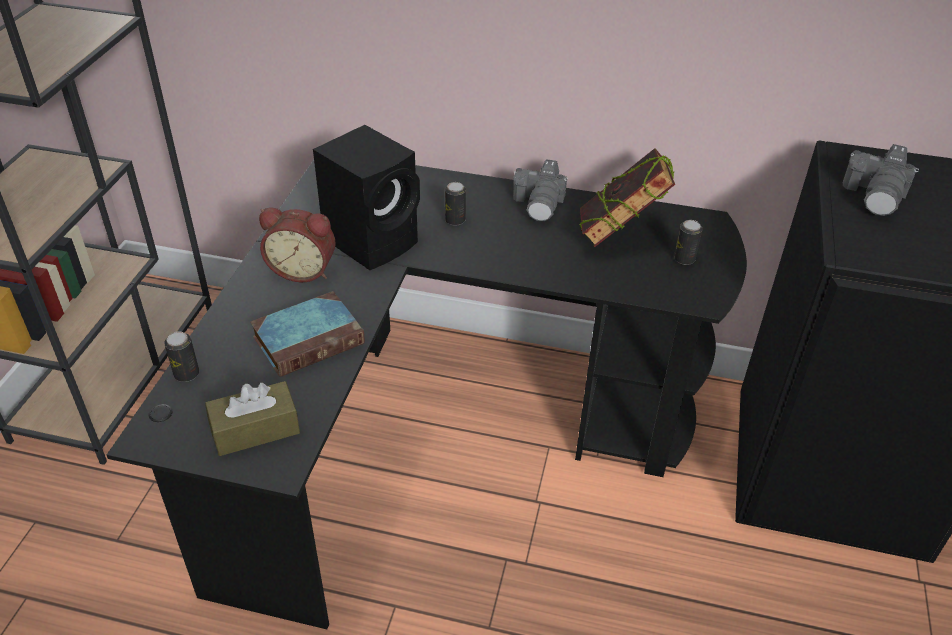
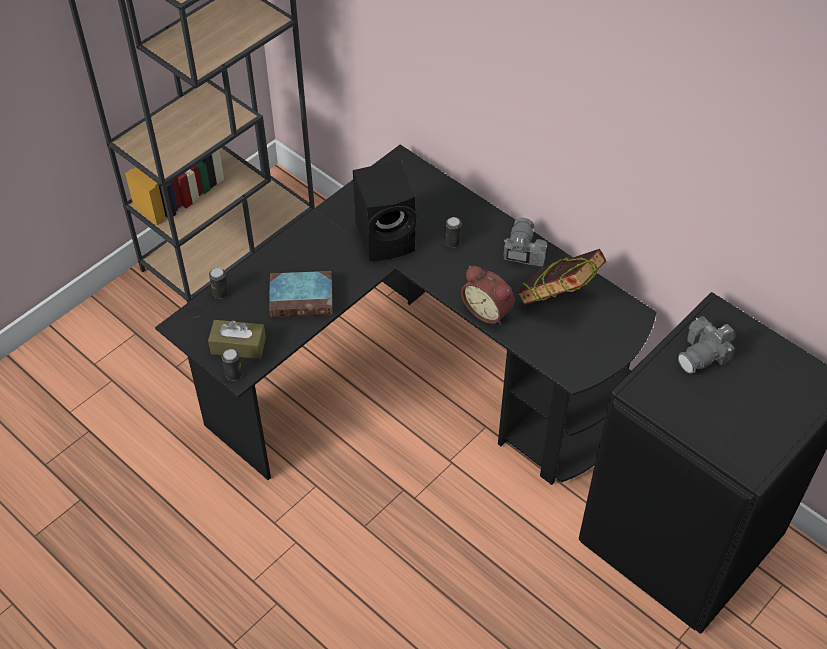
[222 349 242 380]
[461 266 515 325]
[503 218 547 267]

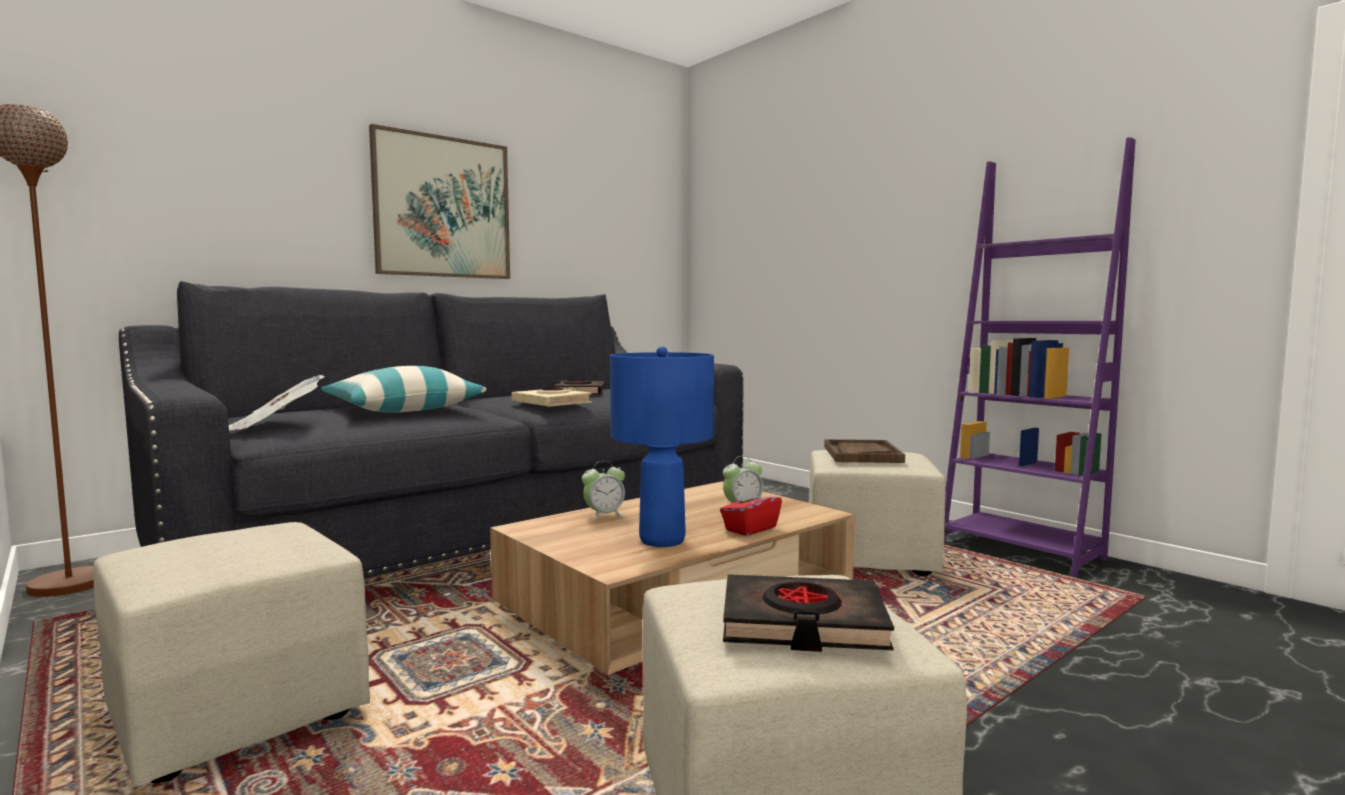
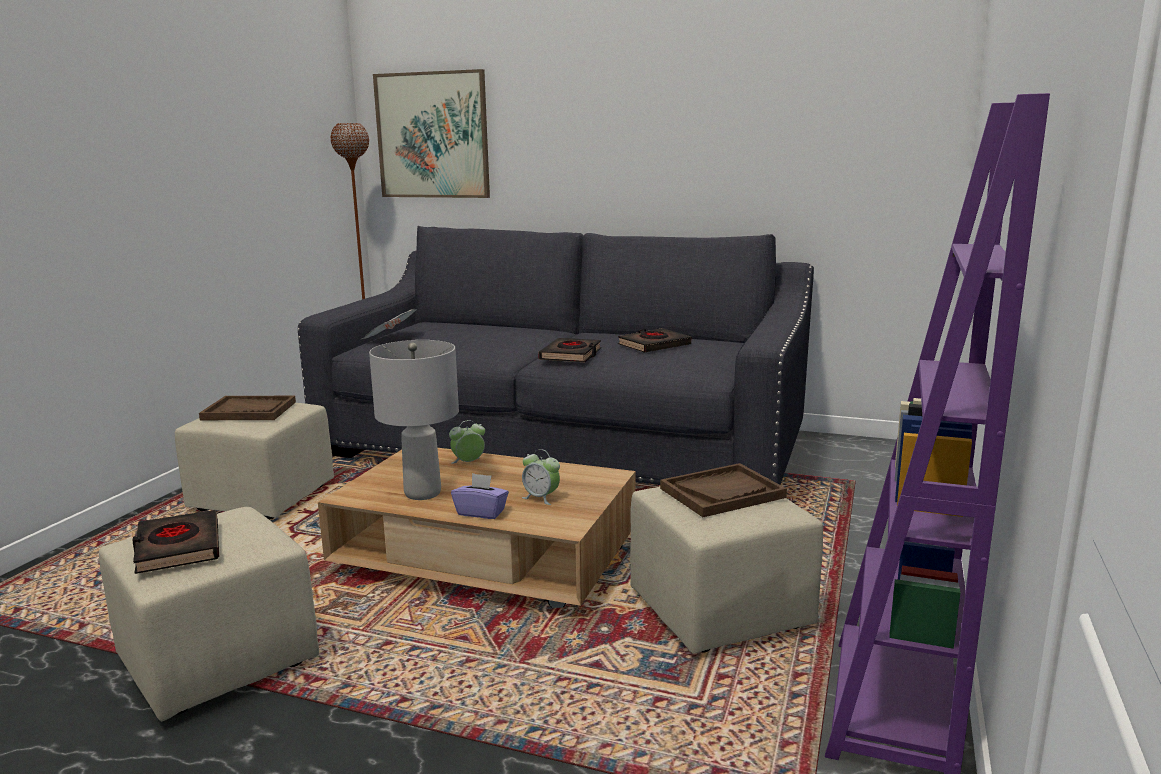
[199 396 296 420]
[369 340 459 500]
[373 69 490 198]
[449 420 485 464]
[451 473 509 519]
[538 338 602 362]
[321 366 487 413] (first image)

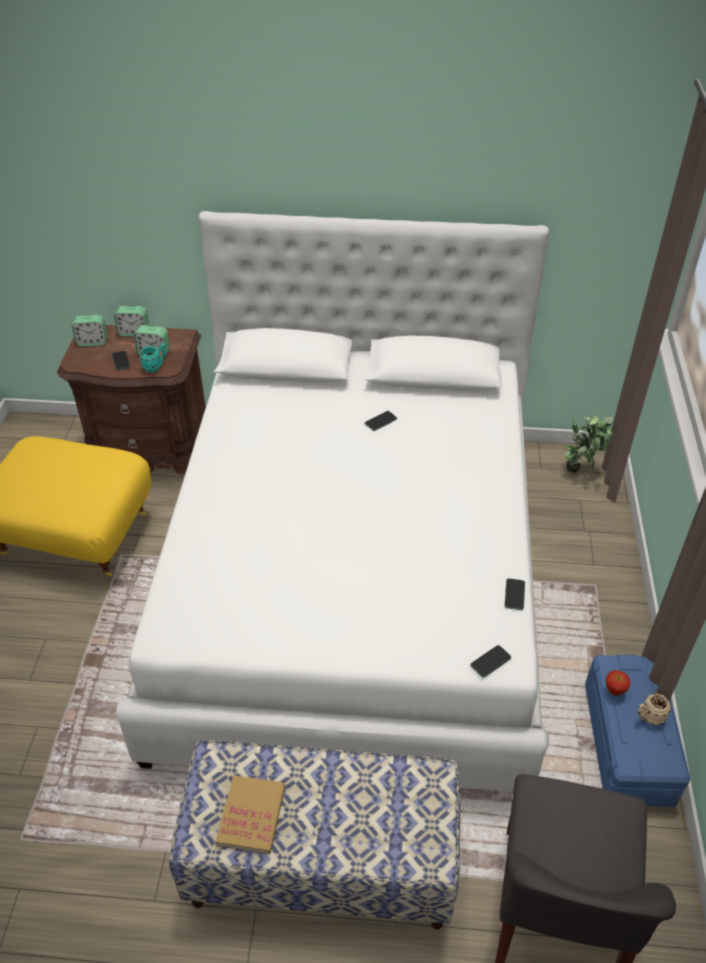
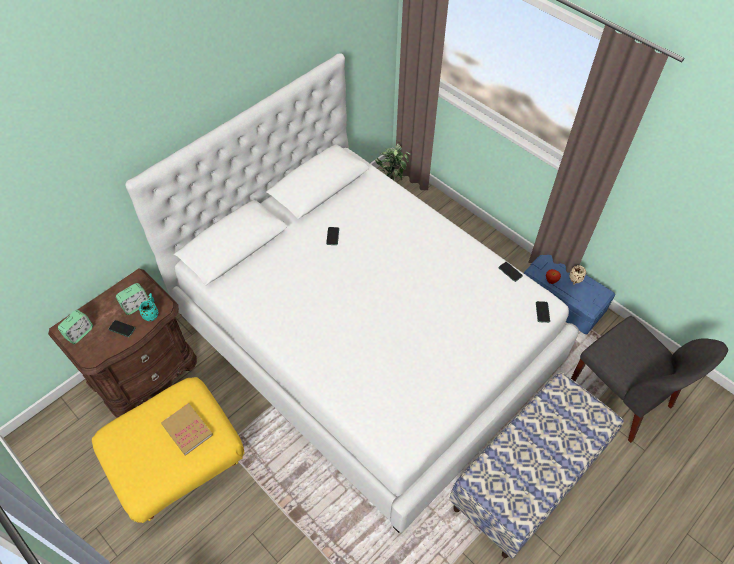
[161 404 213 456]
[114 306 149 337] (first image)

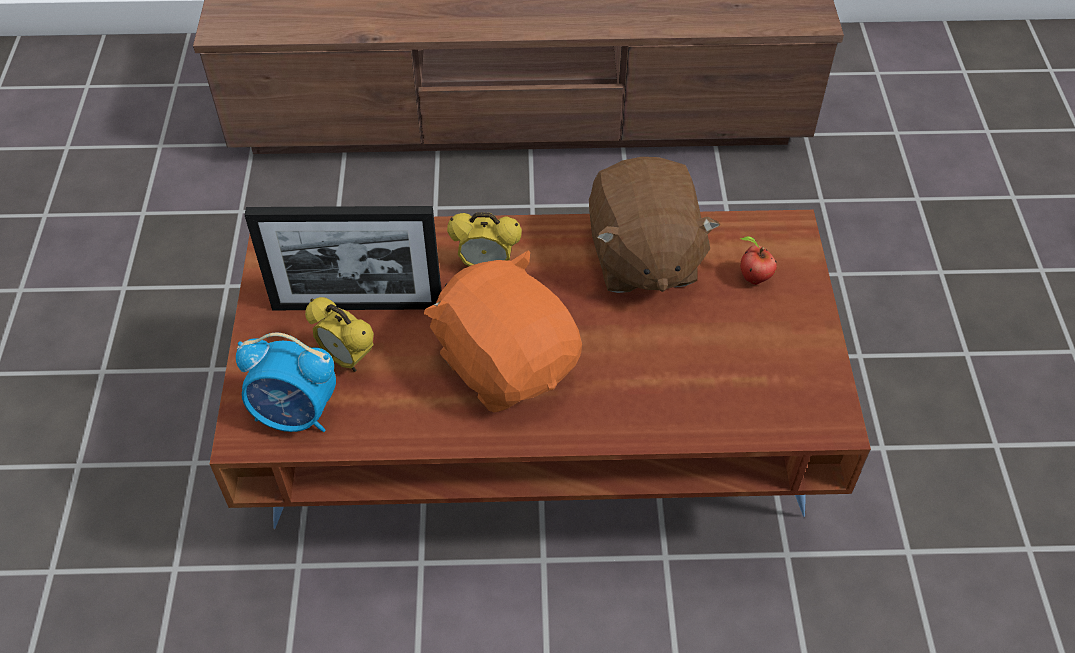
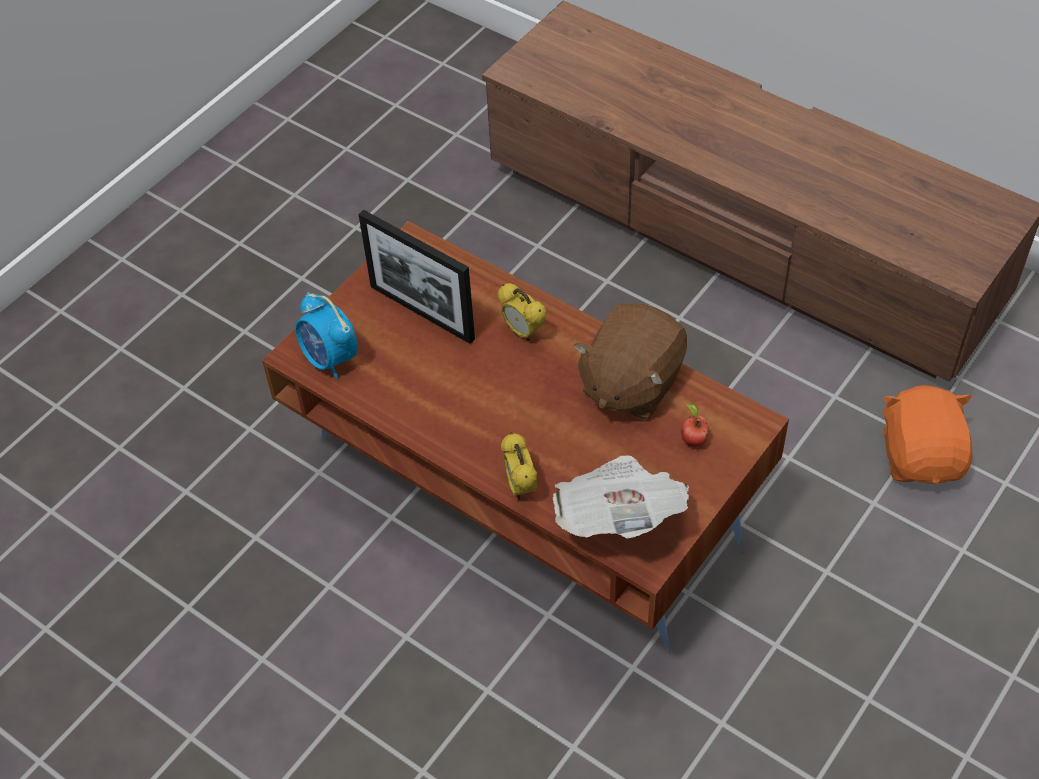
[501 432 537 500]
[553 455 689 539]
[883 385 973 484]

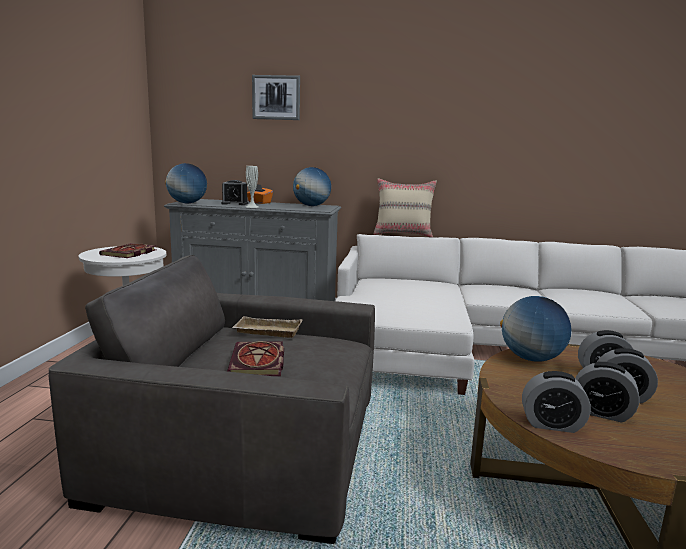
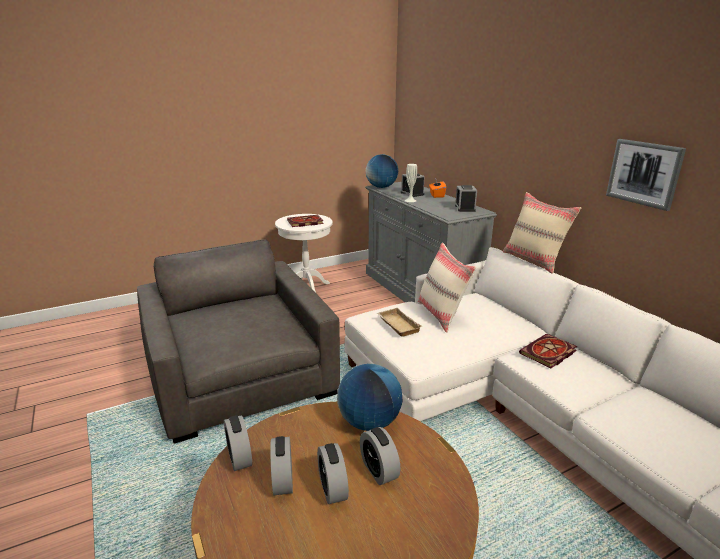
[377 308 422 337]
[418 242 476 333]
[455 185 477 212]
[519 333 577 368]
[606 139 686 211]

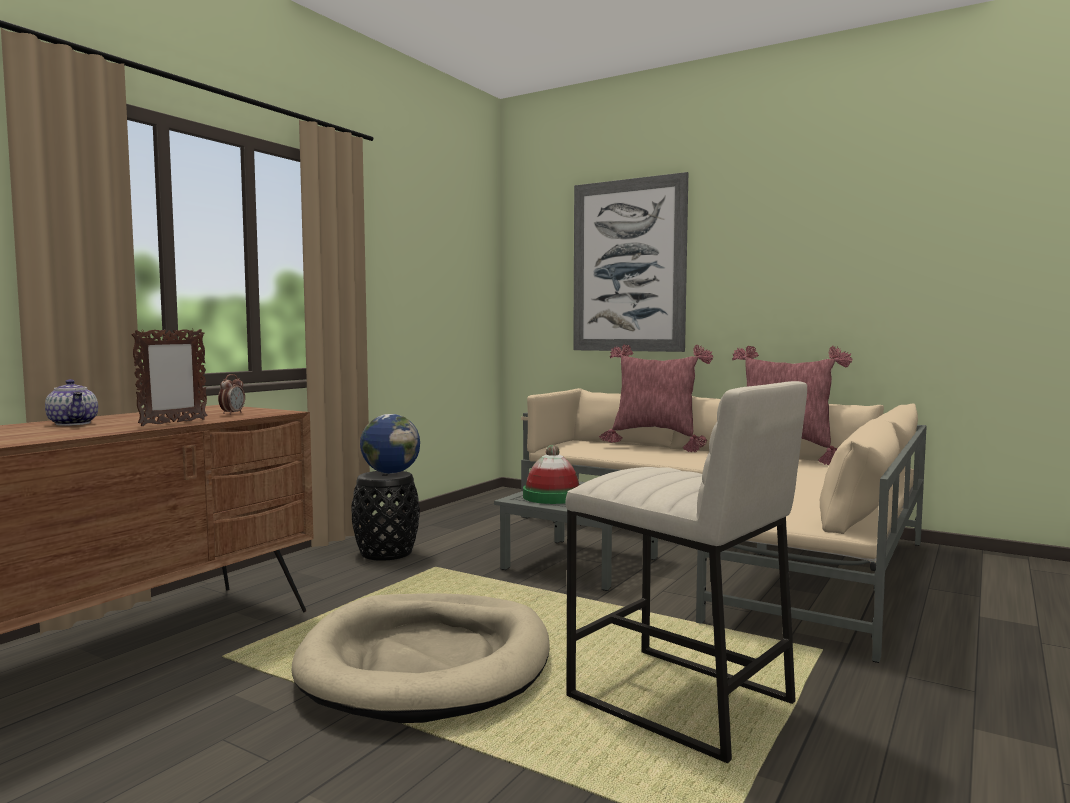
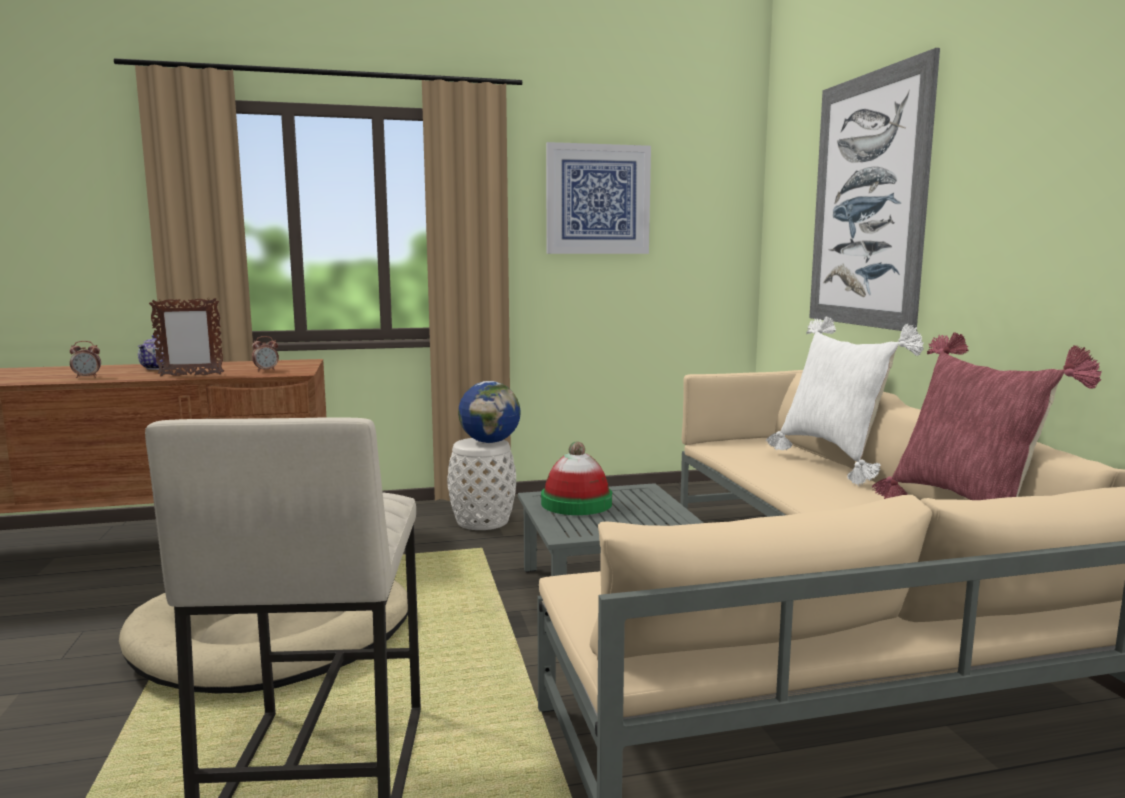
[70 341 101 378]
[447 438 516 530]
[546 142 651 254]
[766 317 924 486]

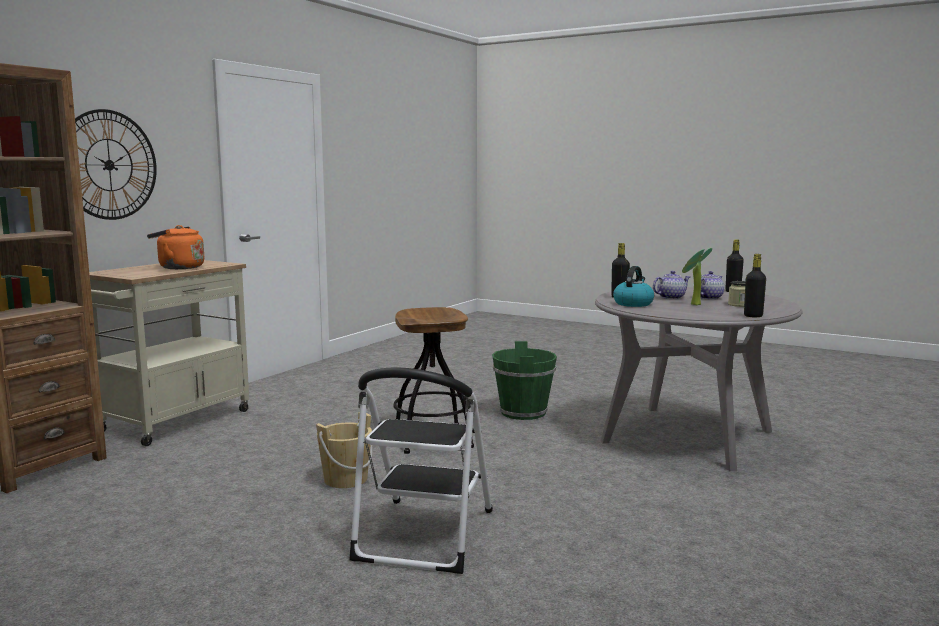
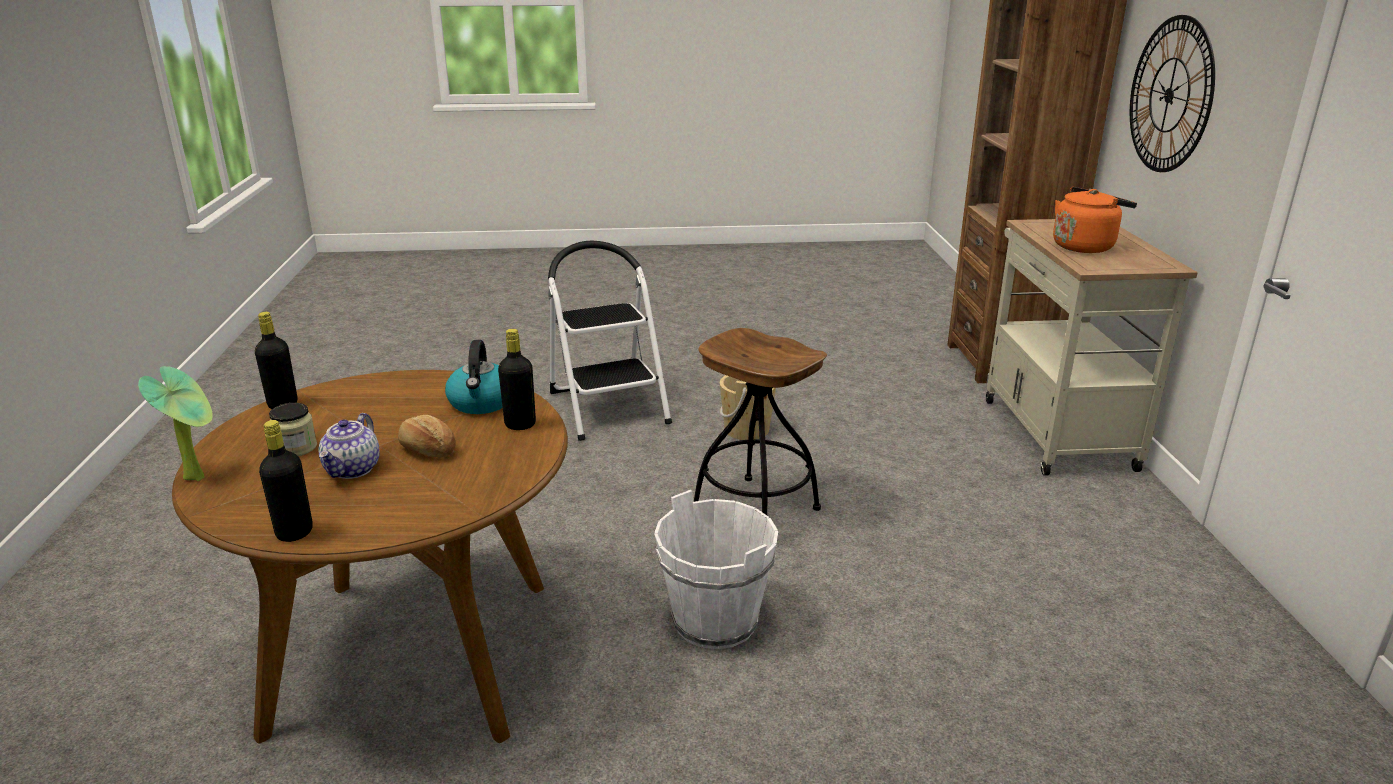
[138 366 213 481]
[172 370 568 744]
[398 415 456 457]
[654 490 778 649]

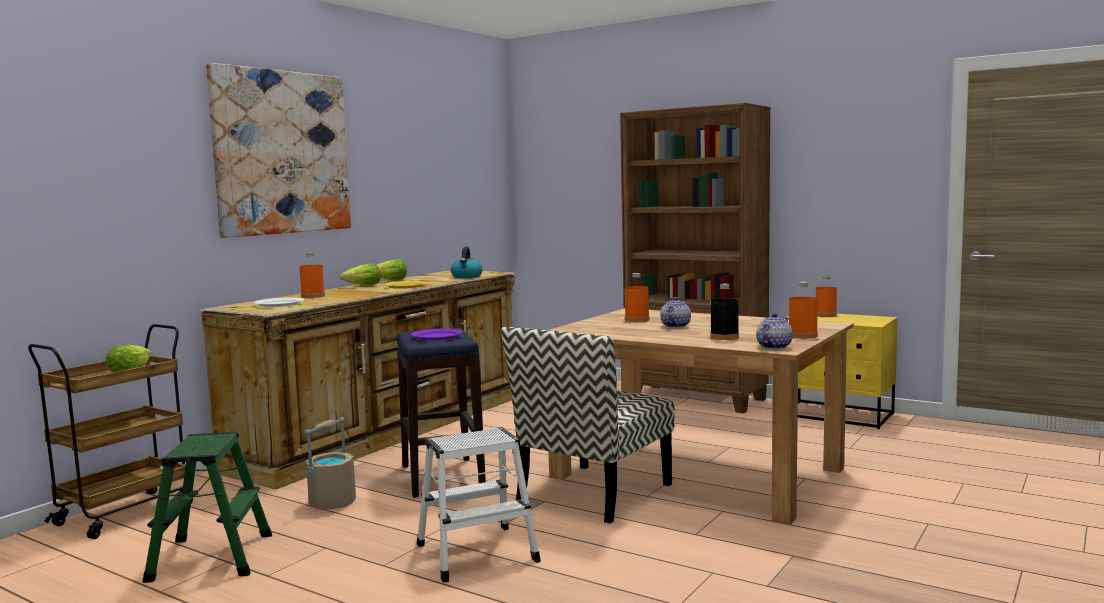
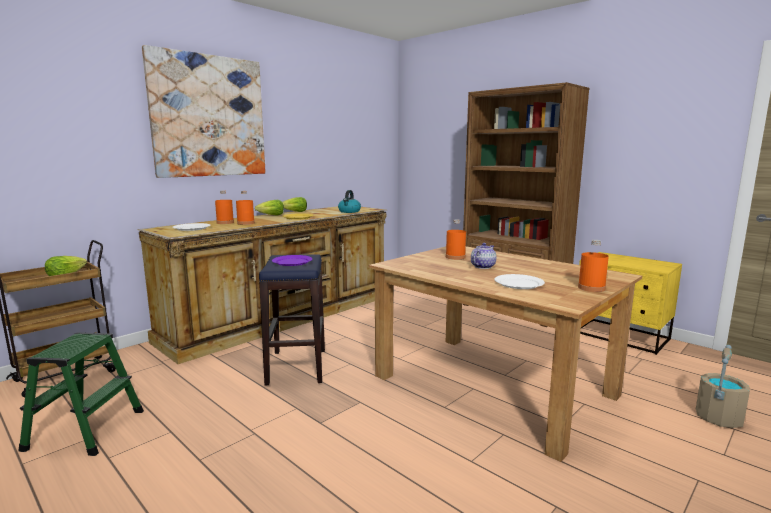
[236 191 255 225]
[494 274 545 289]
[696 345 750 428]
[417 427 541 583] (first image)
[501 327 675 524] (first image)
[756 313 793 349] (first image)

